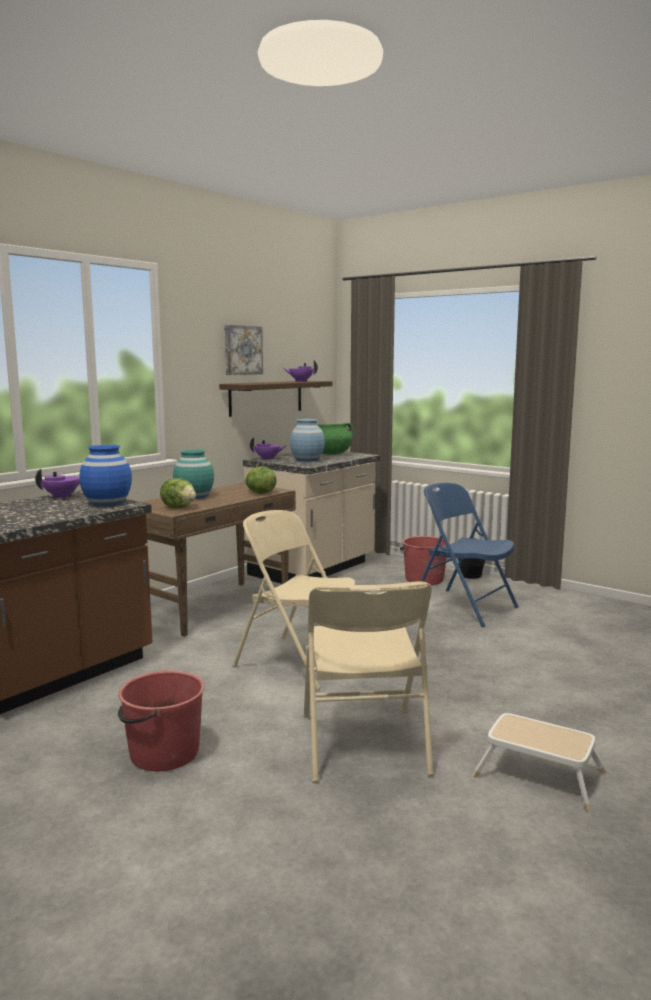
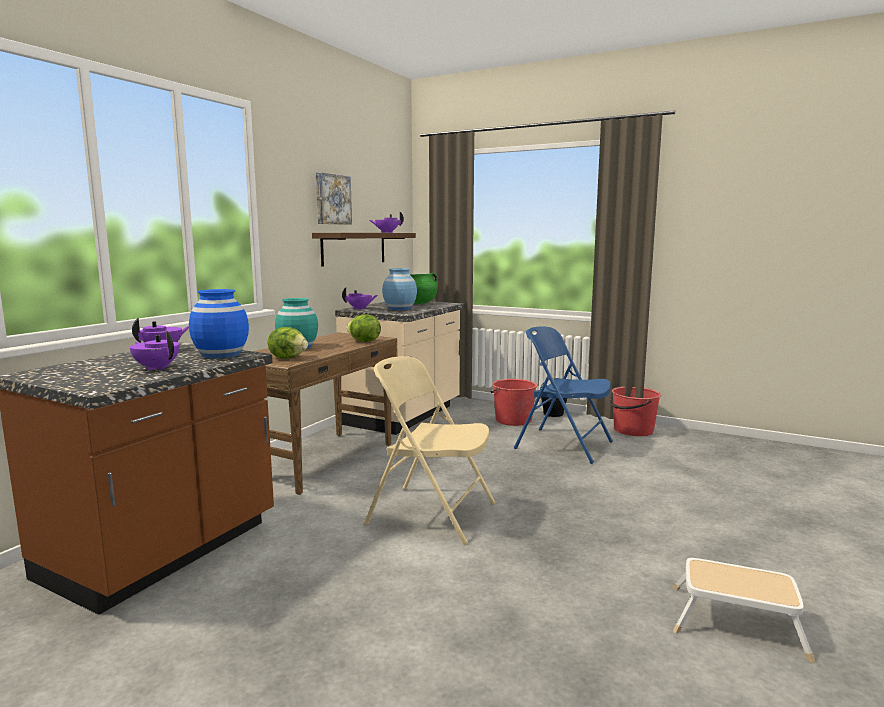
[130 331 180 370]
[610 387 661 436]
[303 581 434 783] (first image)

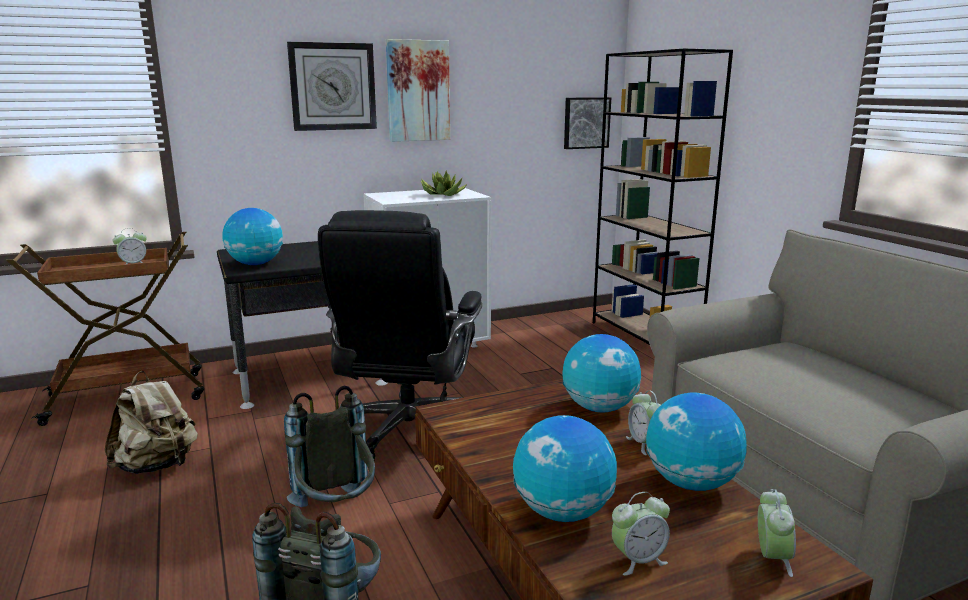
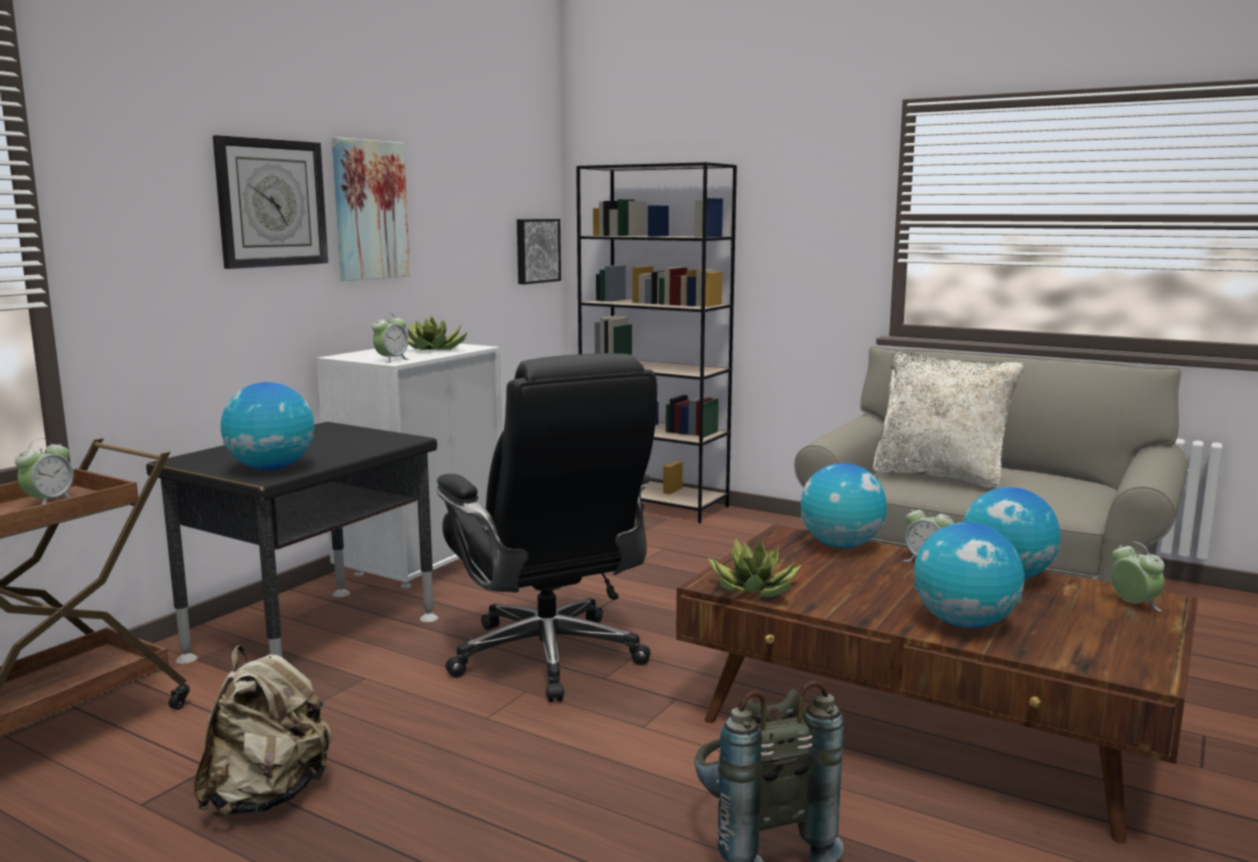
[372 313 408 363]
[708 539 802 597]
[873 350 1024 489]
[284 386 375 507] (first image)

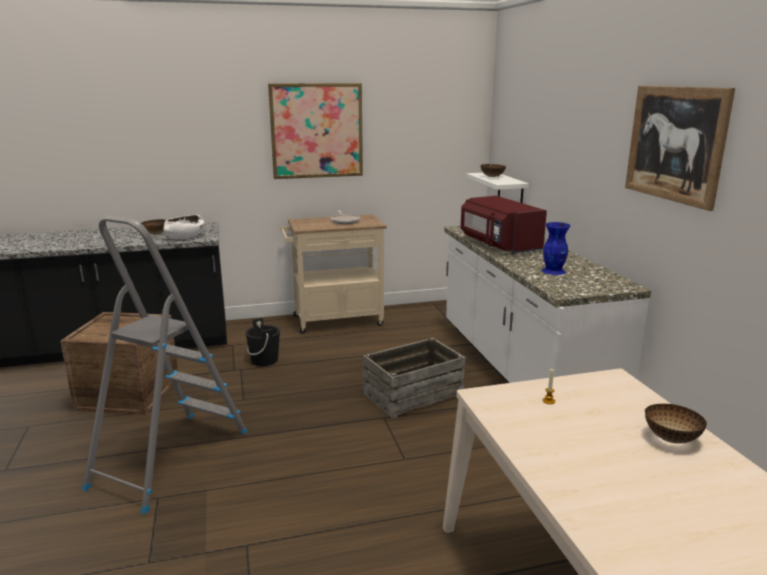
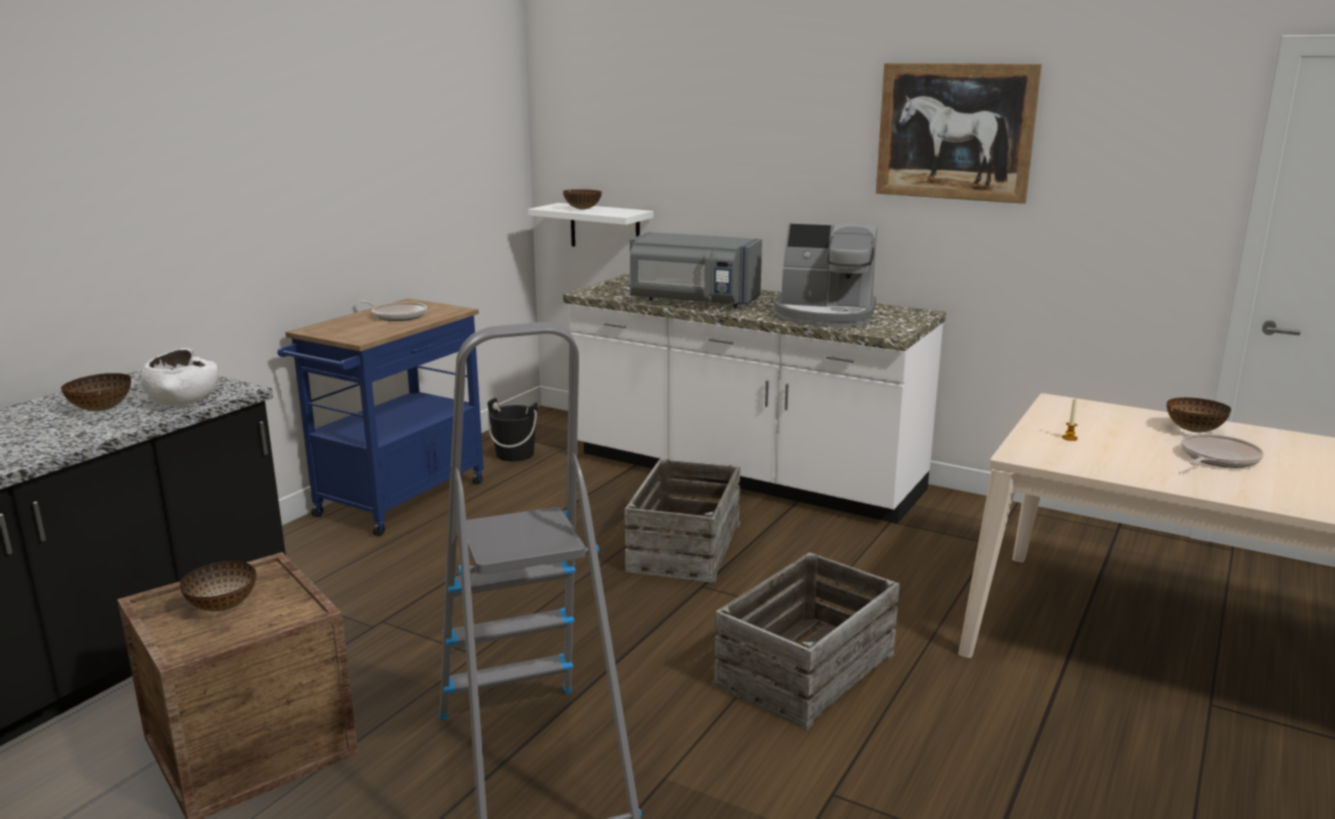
[179 561 256 612]
[278 298 484 537]
[487 398 538 461]
[630 232 762 308]
[713 552 900 730]
[774 222 877 327]
[1181 434 1264 468]
[268 83 363 179] (first image)

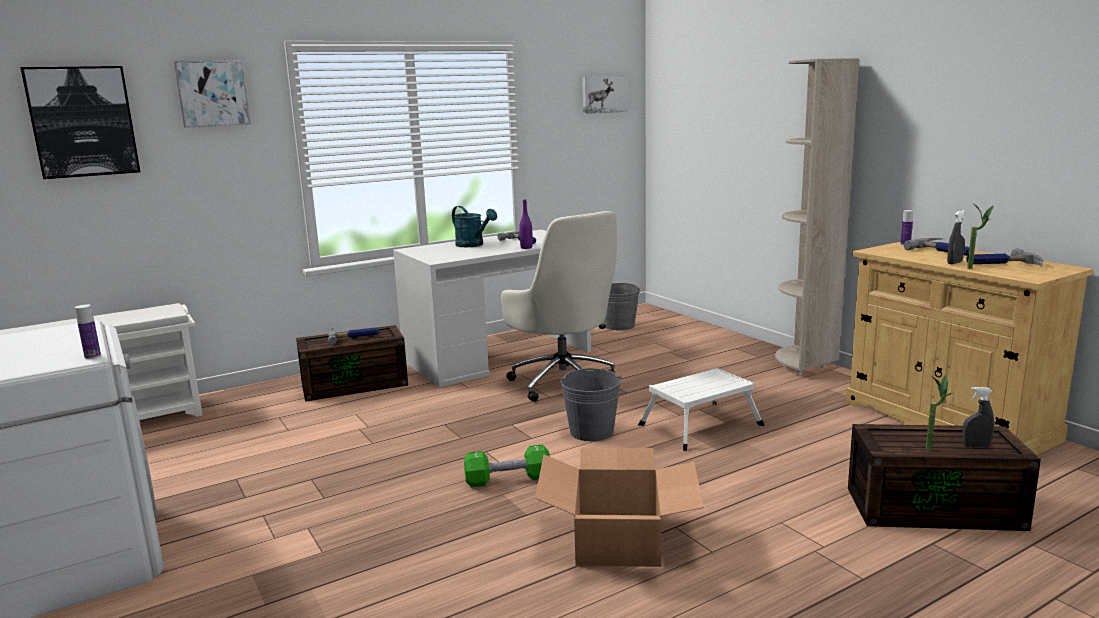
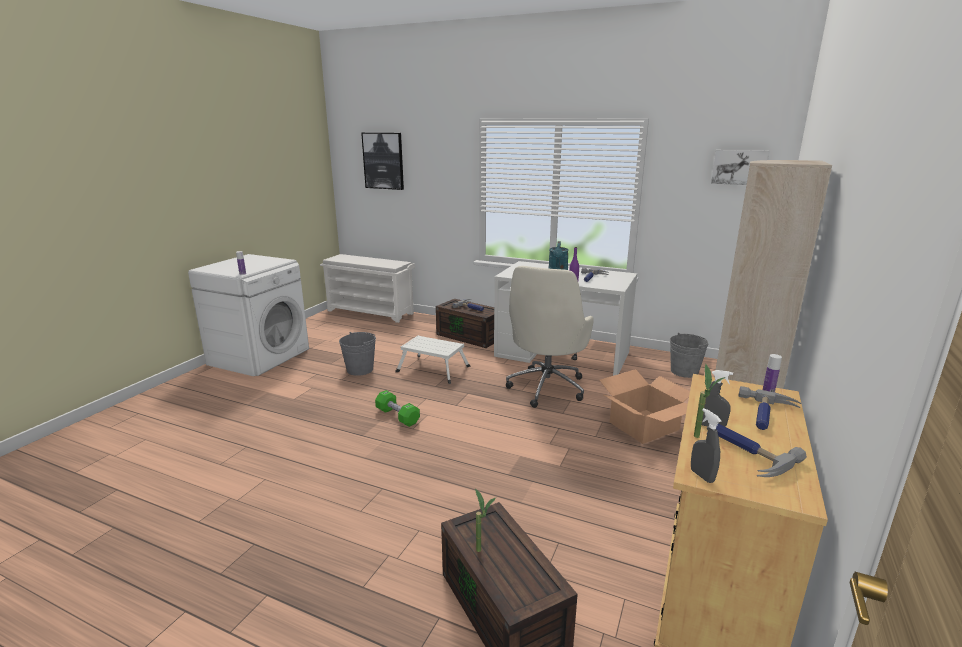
[339 332 376 376]
[395 335 471 384]
[600 369 690 444]
[691 408 722 483]
[174 61 251 128] (first image)

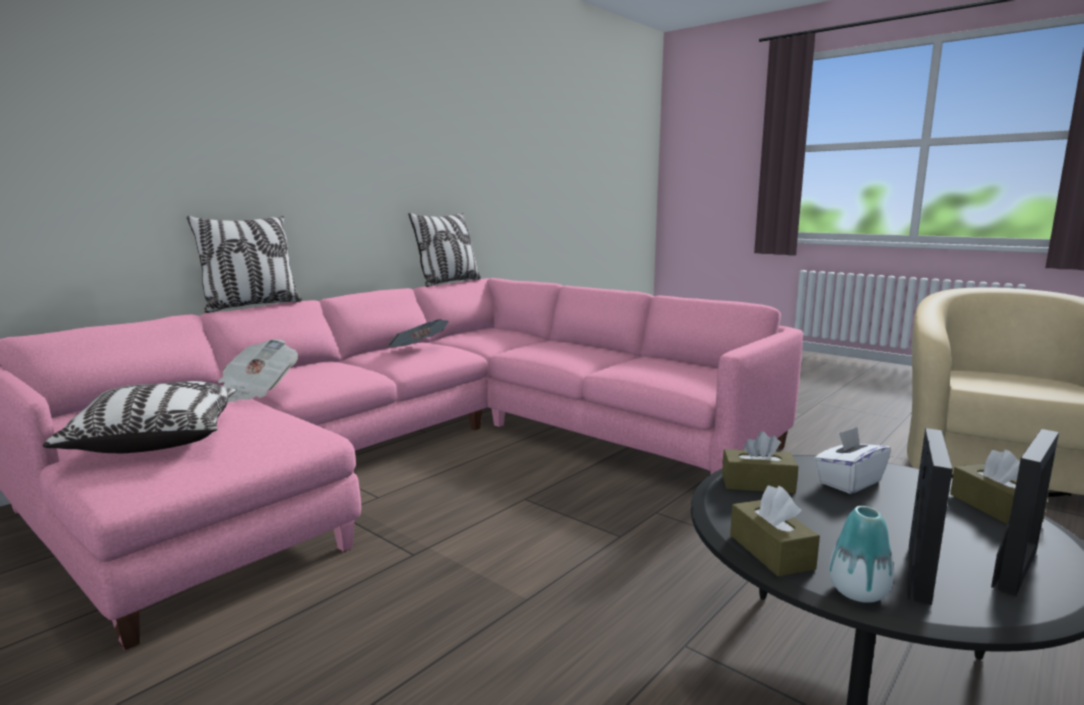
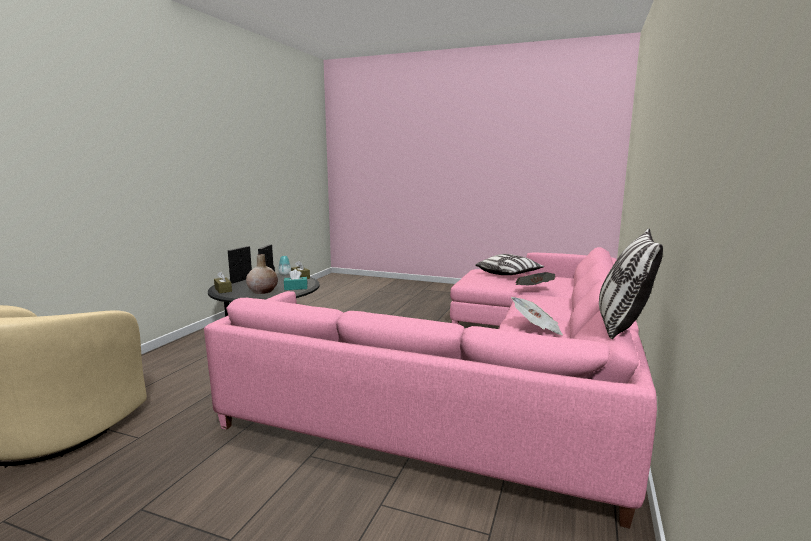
[246 254 278 294]
[284 269 308 290]
[187 216 302 313] (first image)

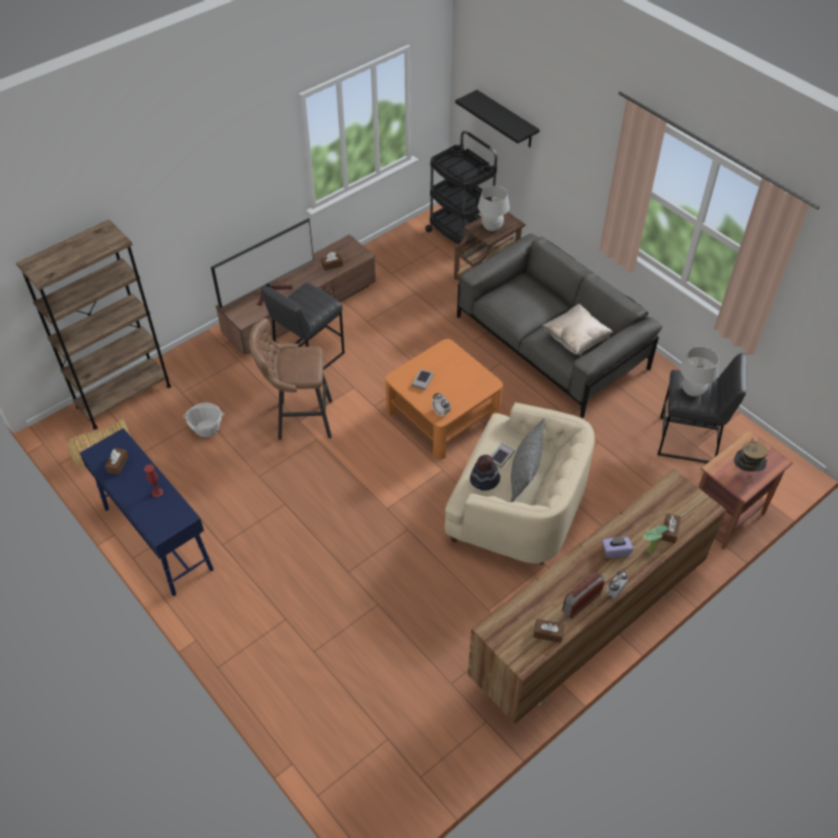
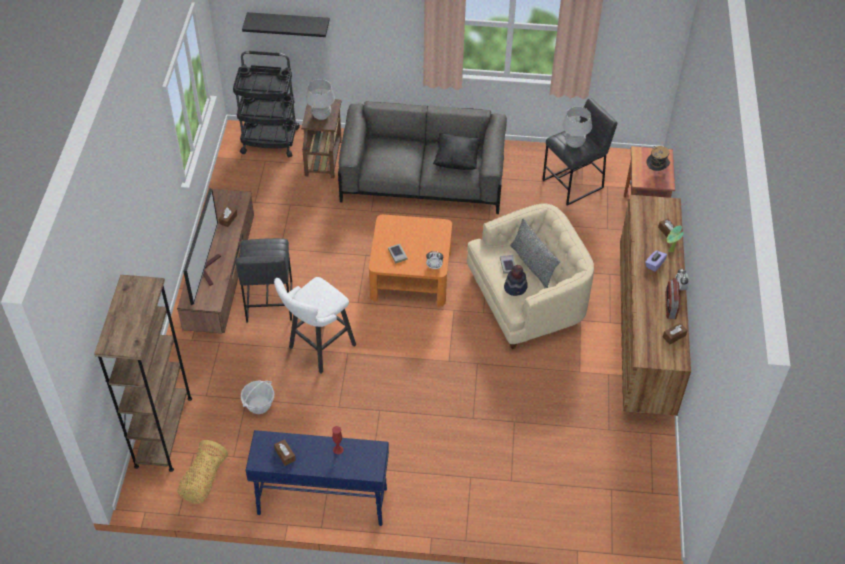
[274 277 356 373]
[433 133 481 170]

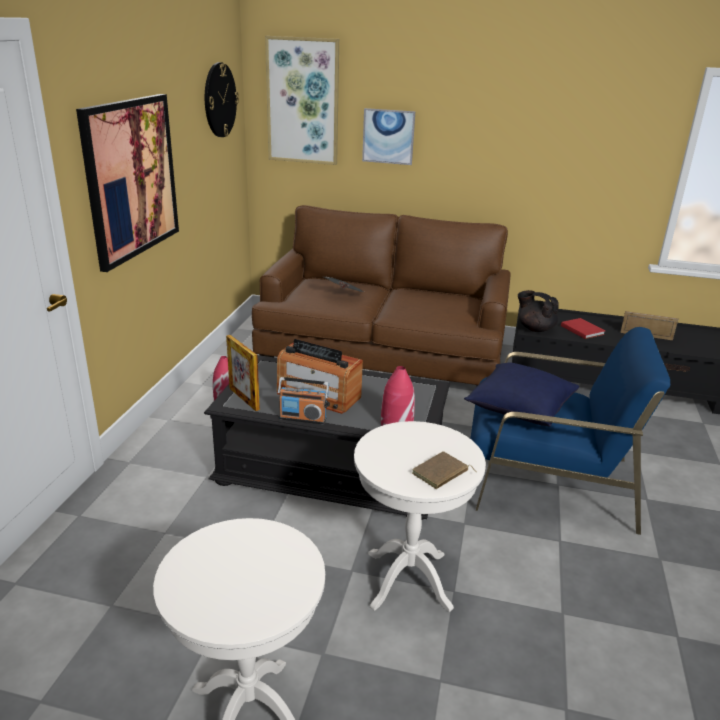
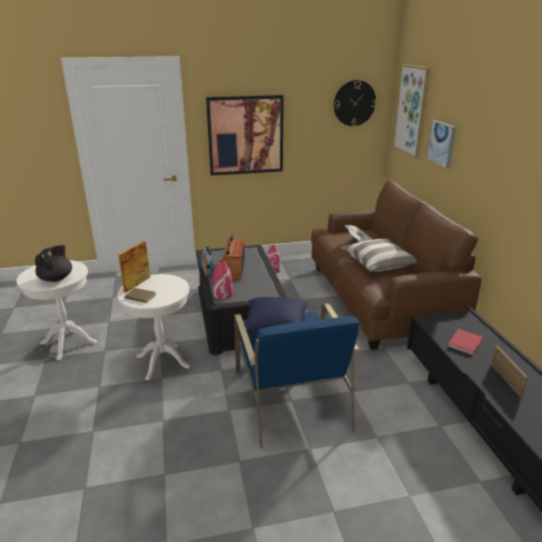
[34 245 72 282]
[118 241 150 293]
[341 239 417 272]

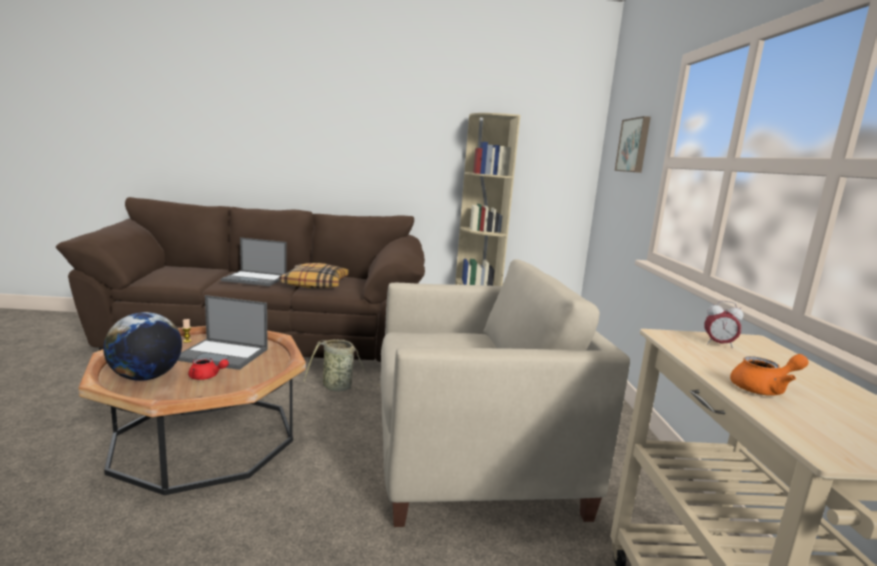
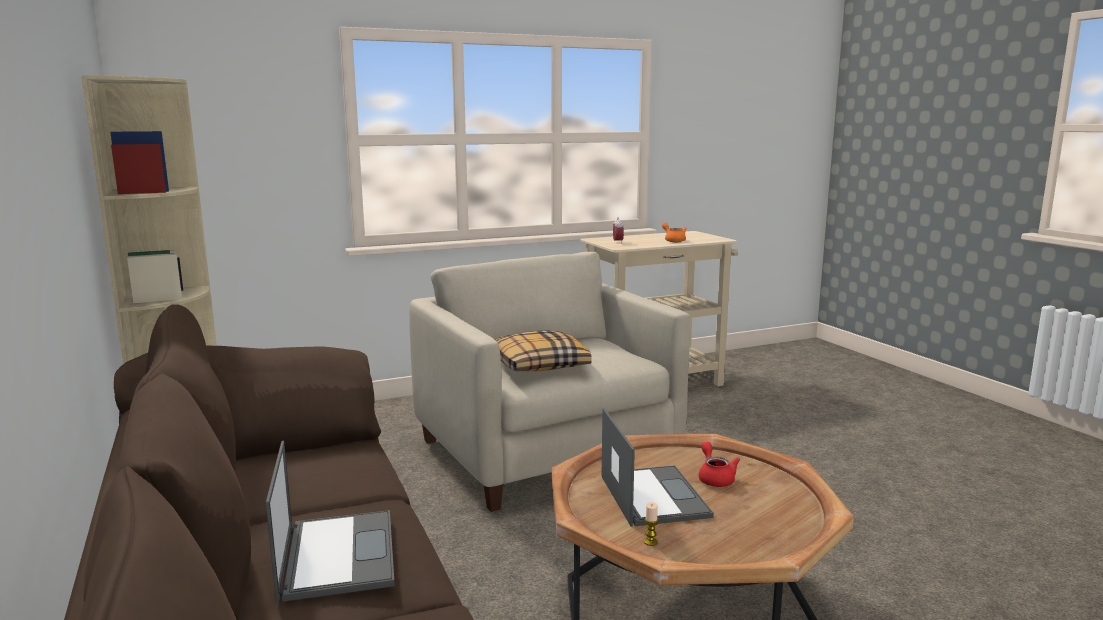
[493 330 592 371]
[103 312 182 381] (first image)
[303 339 381 391] (first image)
[615 116 651 173] (first image)

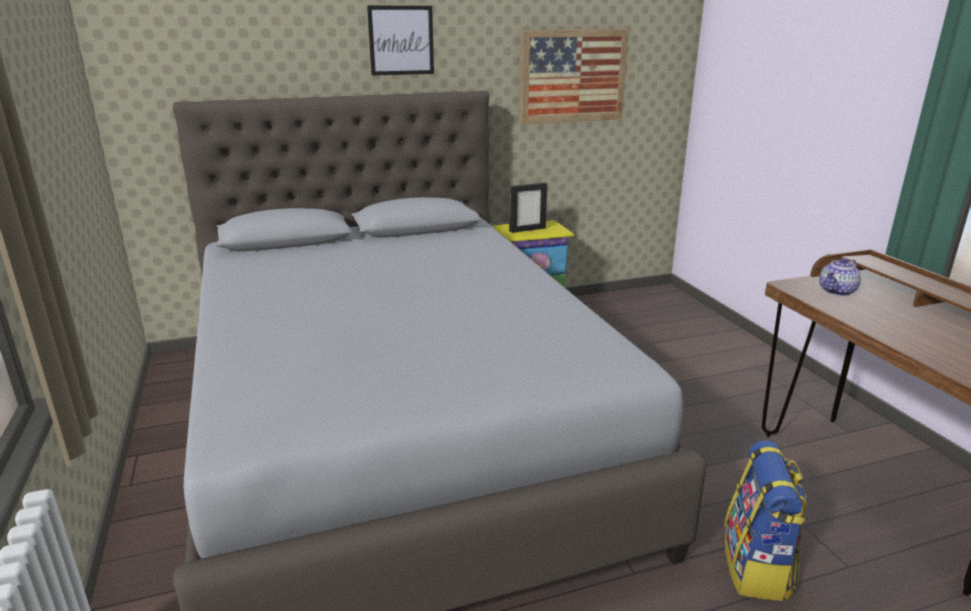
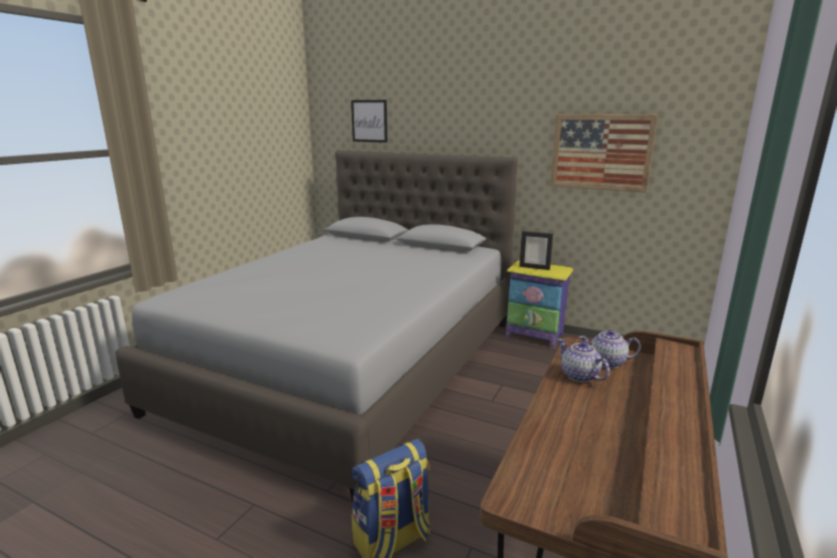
[351 100 387 143]
[558 339 610 382]

